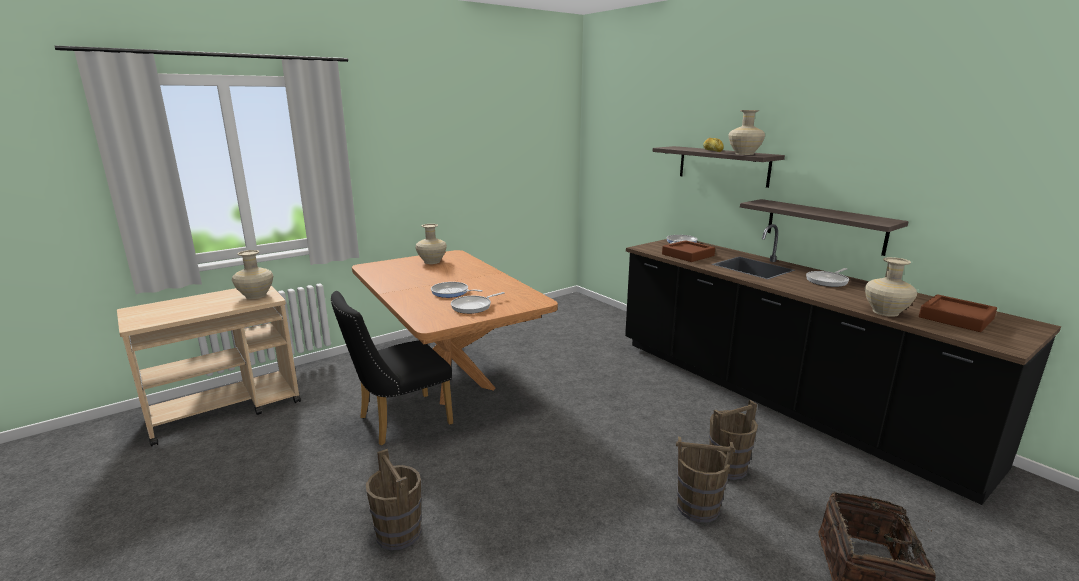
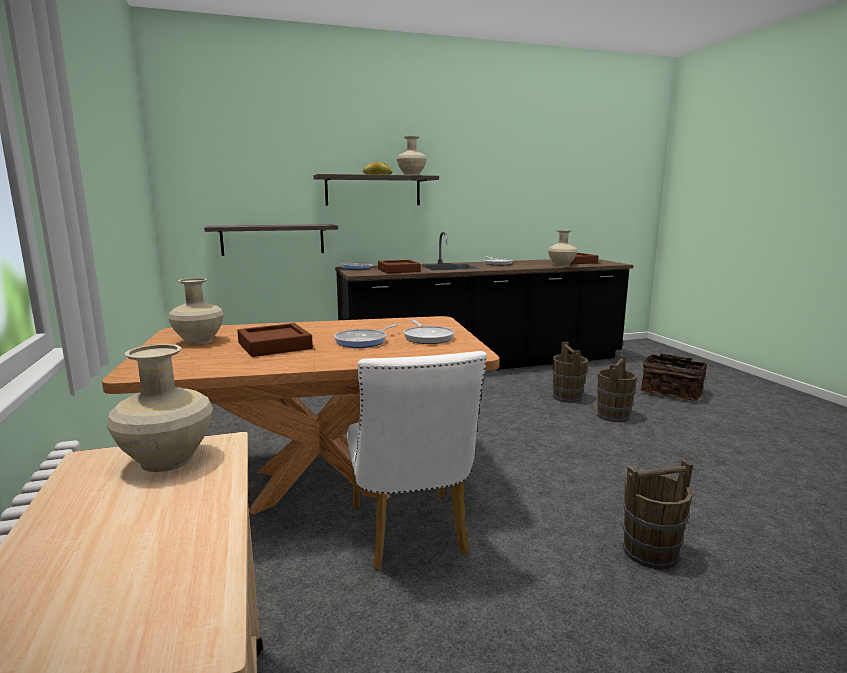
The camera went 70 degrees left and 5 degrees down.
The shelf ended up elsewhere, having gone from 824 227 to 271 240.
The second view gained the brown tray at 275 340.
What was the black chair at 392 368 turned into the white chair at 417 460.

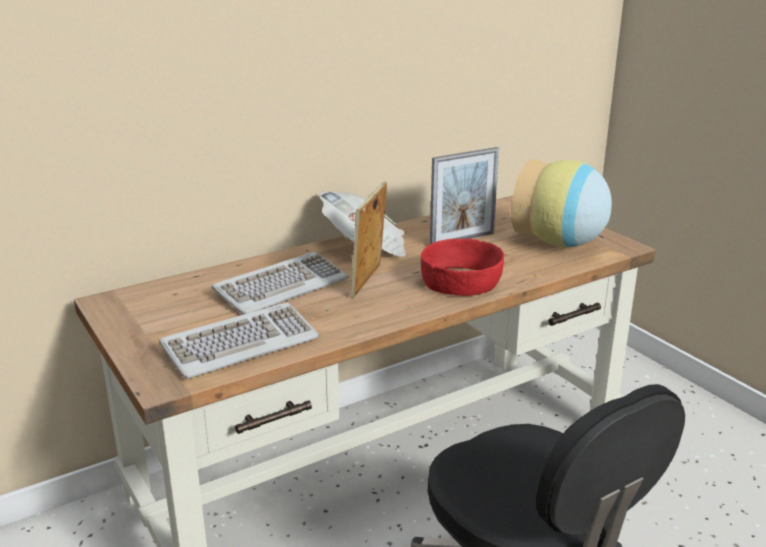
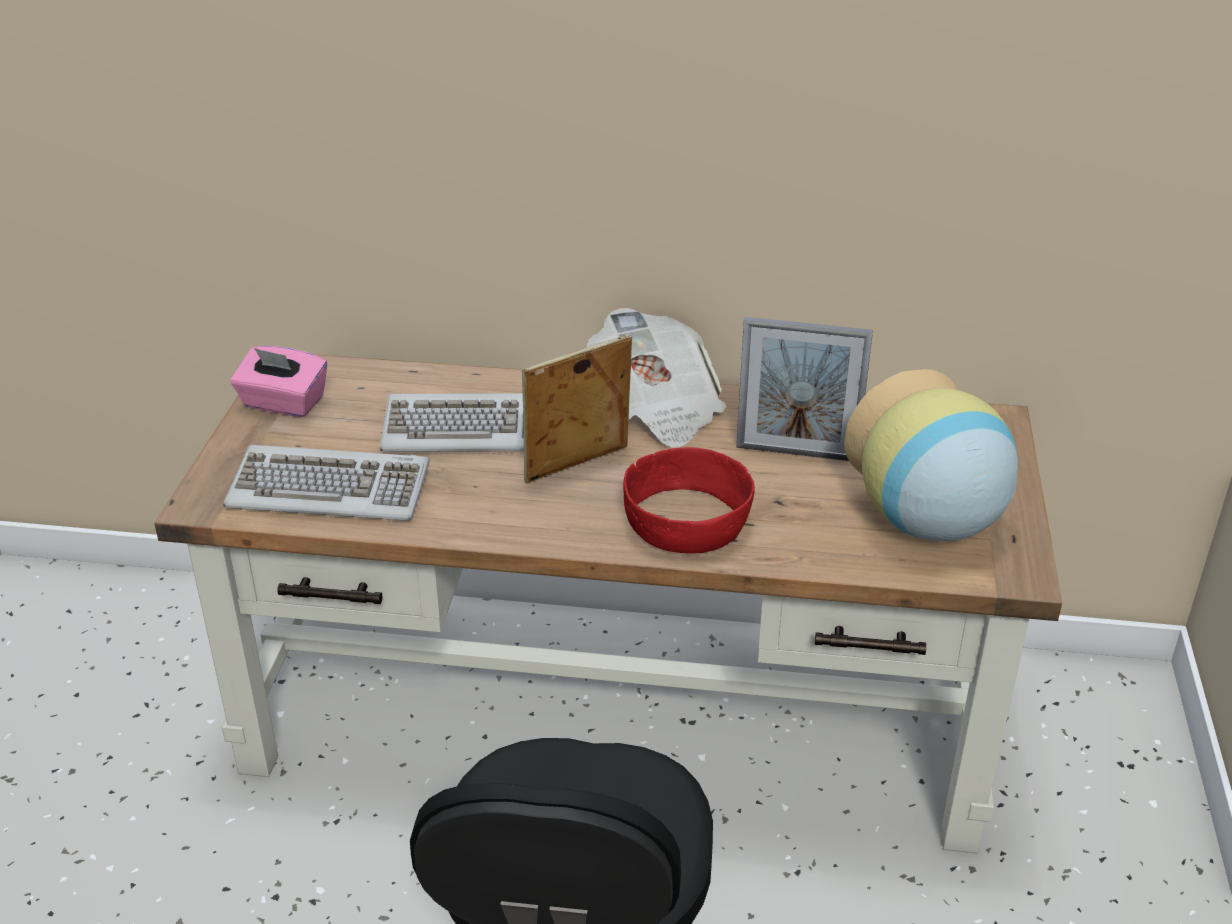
The camera went 40 degrees right and 10 degrees up.
The second view gained the pink tissue box at 278 381.

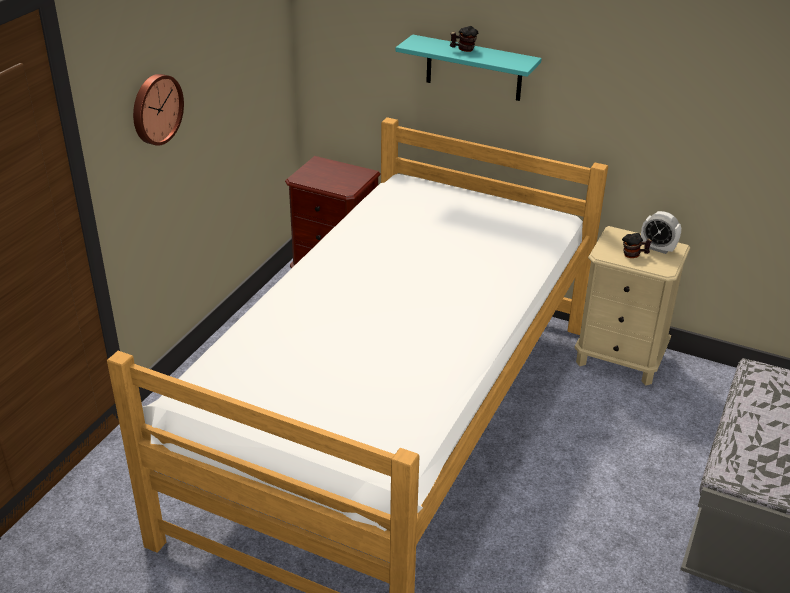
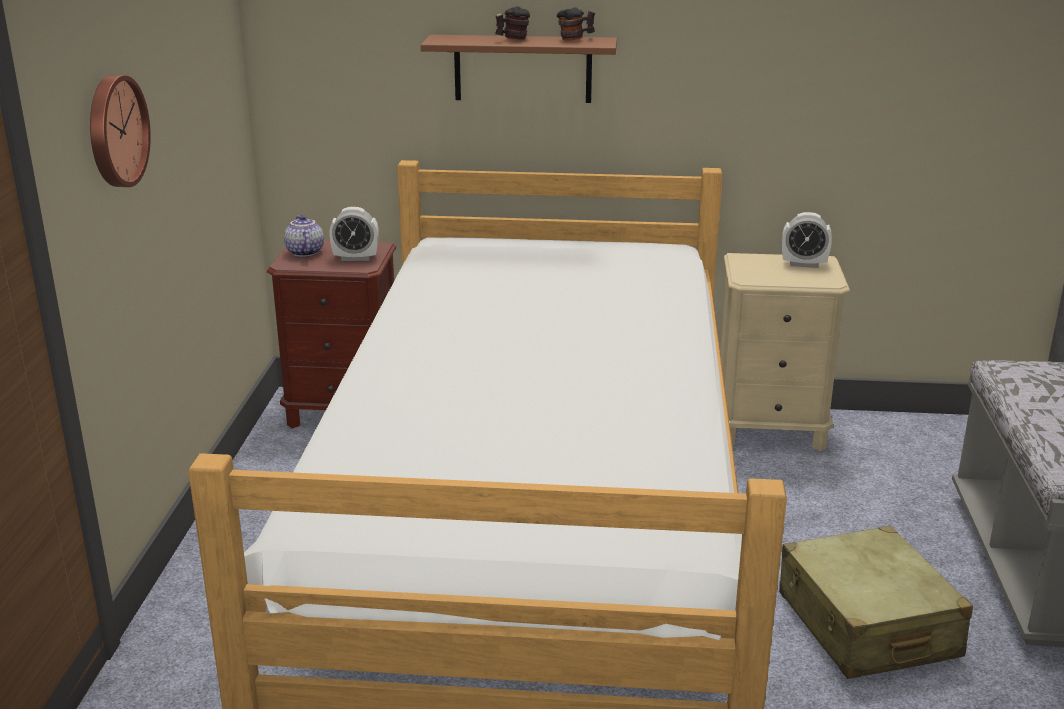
The camera went 20 degrees left and 10 degrees down.
The second view gained the teapot at 304 236.
The second view gained the alarm clock at 354 234.
What was the turquoise shelf at 469 68 turned into the brown shelf at 519 69.
The mug ended up elsewhere, having gone from 637 245 to 576 23.
The second view gained the beige suitcase at 876 602.

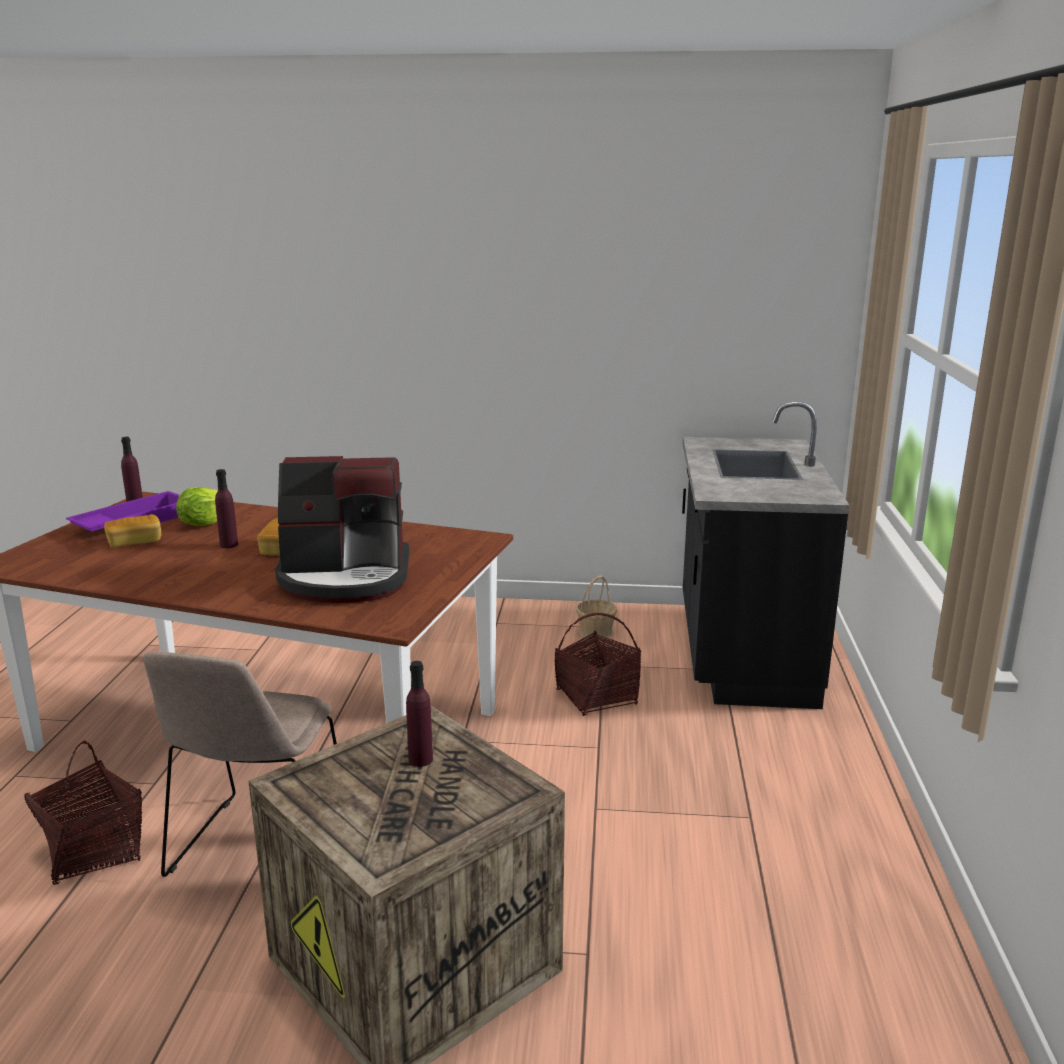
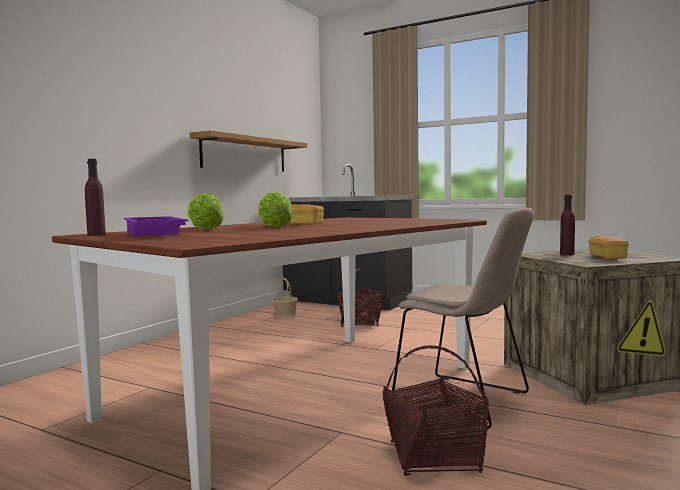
The camera went 65 degrees left and 15 degrees down.
The second view gained the shelf at 248 151.
Where the purple bottle stood at 226 508, the lettuce came to stand at 275 209.
The bread ended up elsewhere, having gone from 132 531 to 608 247.
The second view lost the coffee machine at 342 529.

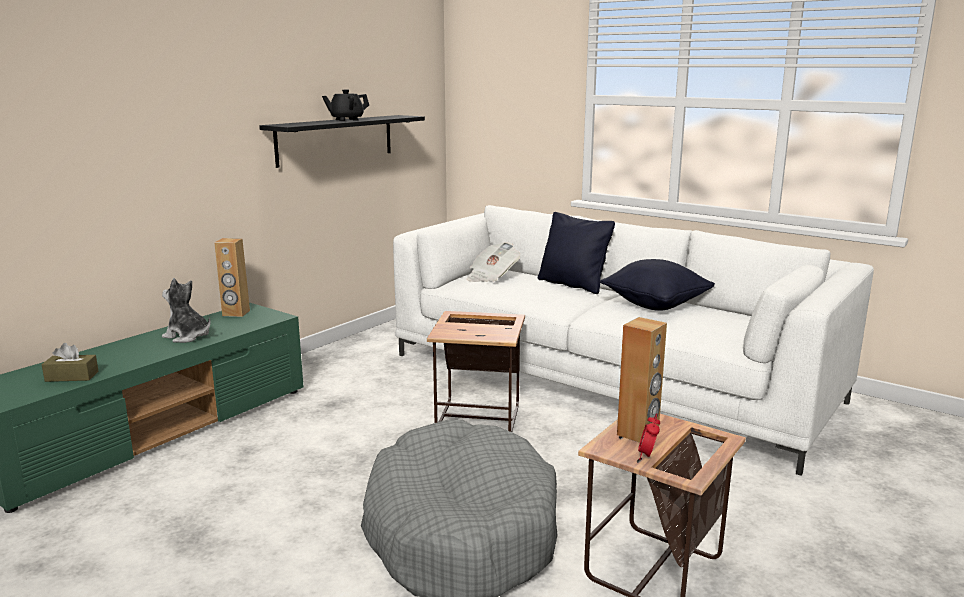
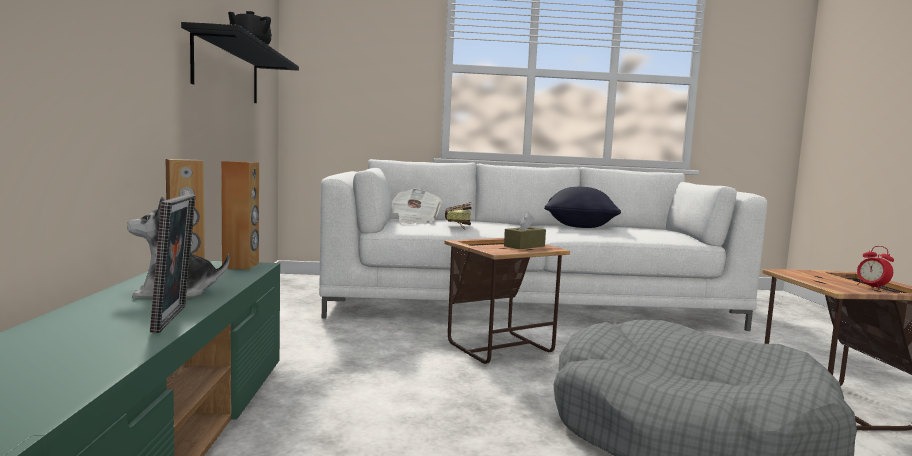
The camera went 40 degrees left and 10 degrees down.
The second view gained the picture frame at 172 263.
The brown speaker ended up elsewhere, having gone from 642 380 to 240 215.
The second view gained the book at 459 216.
The brown tissue box ended up elsewhere, having gone from 70 362 to 525 231.
The second view lost the black pillow at 576 253.

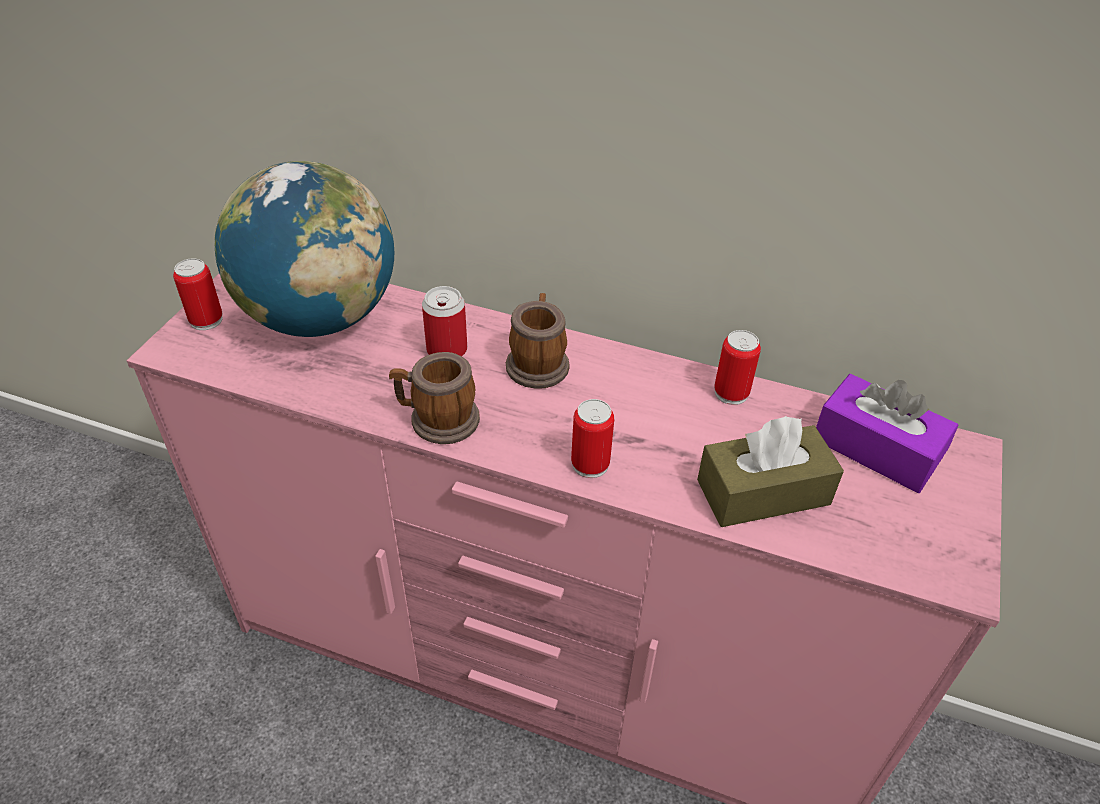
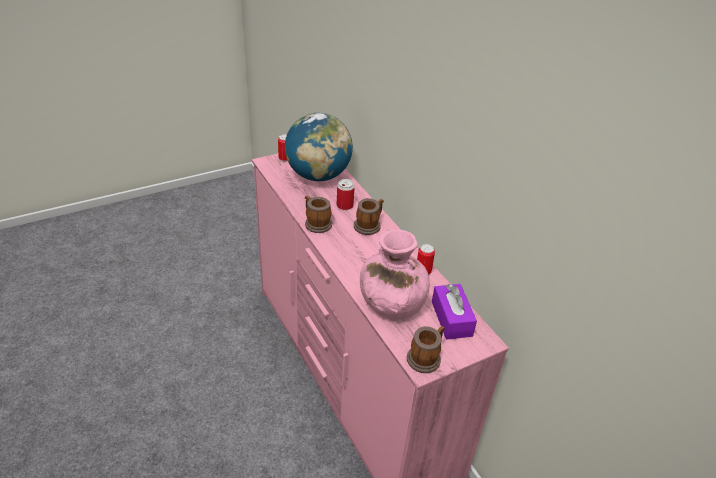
The camera went 40 degrees right and 5 degrees down.
Where the brown tissue box stood at 770 471, the pink vase came to stand at 395 274.
The second view gained the mug at 426 349.
The second view lost the can at 592 438.

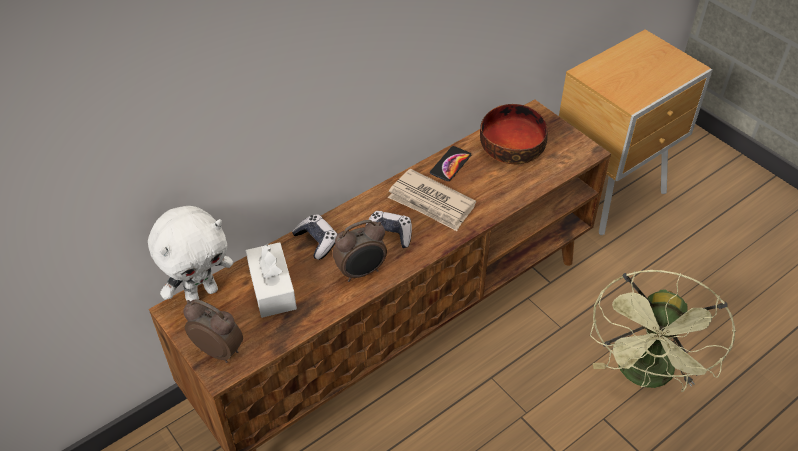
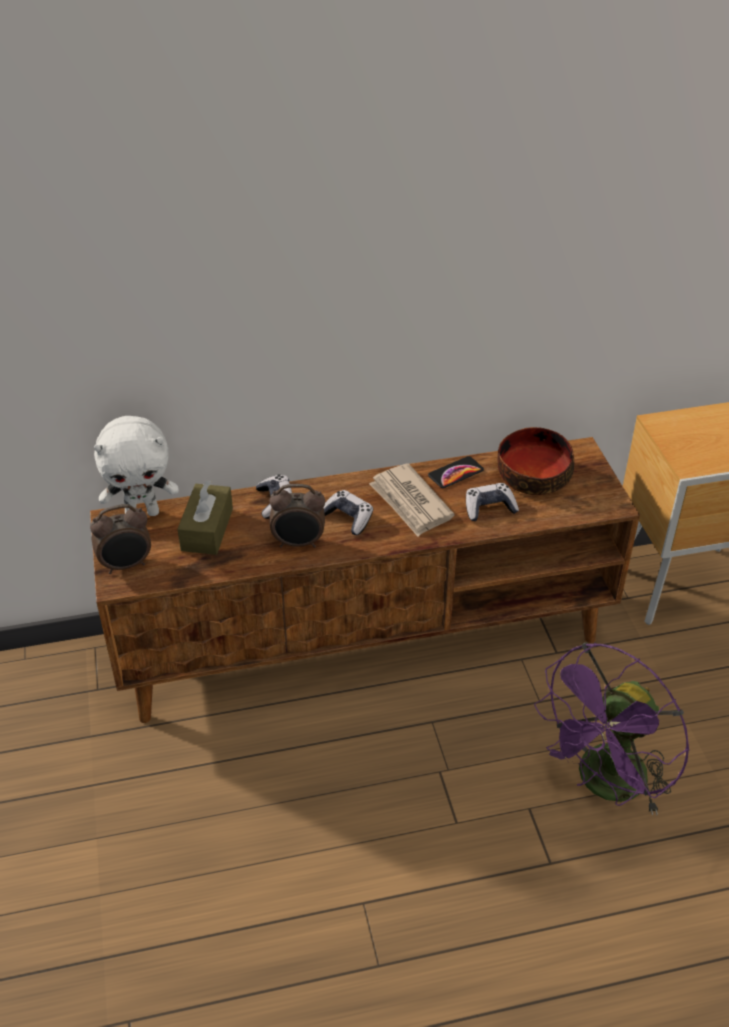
The camera went 25 degrees right and 5 degrees down.
The alarm clock at 213 331 ended up facing another way, 105 degrees clockwise from before.
What was the white tissue box at 271 280 turned into the brown tissue box at 205 517.
The second view gained the game controller at 492 502.
What was the green fan at 663 331 turned into the purple fan at 611 729.

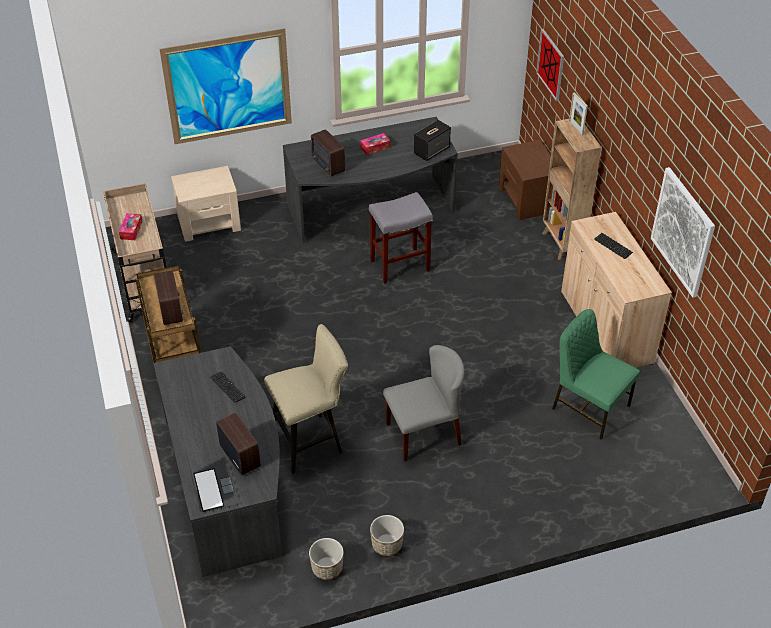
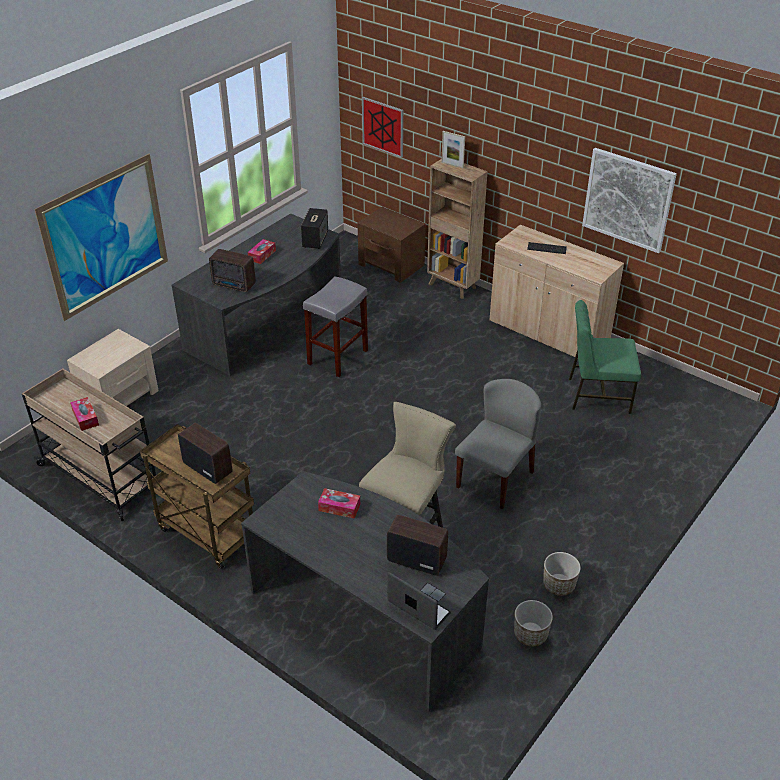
The camera went 35 degrees left and 5 degrees down.
Where the keyboard stood at 228 387, the tissue box came to stand at 339 503.

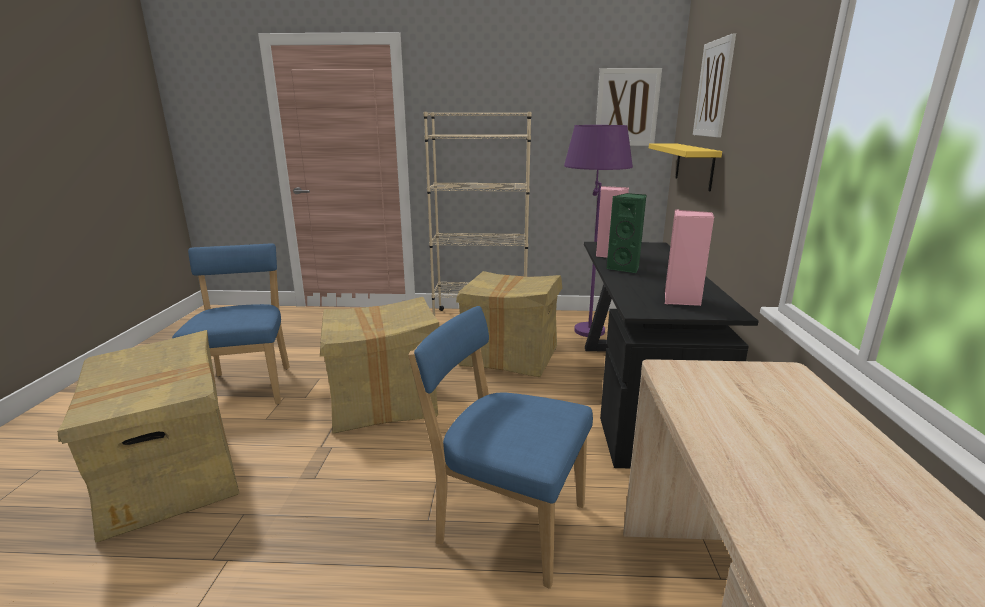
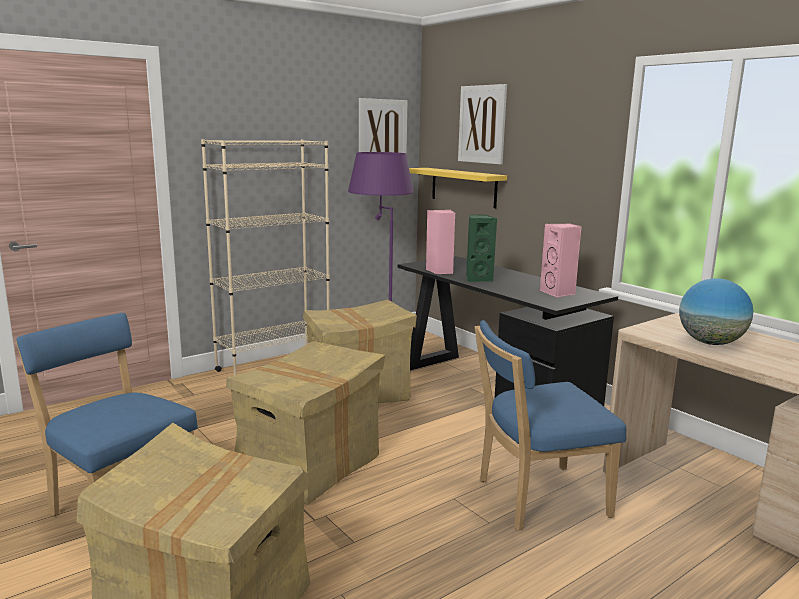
The camera went 40 degrees left and 5 degrees down.
The second view gained the globe at 716 311.

